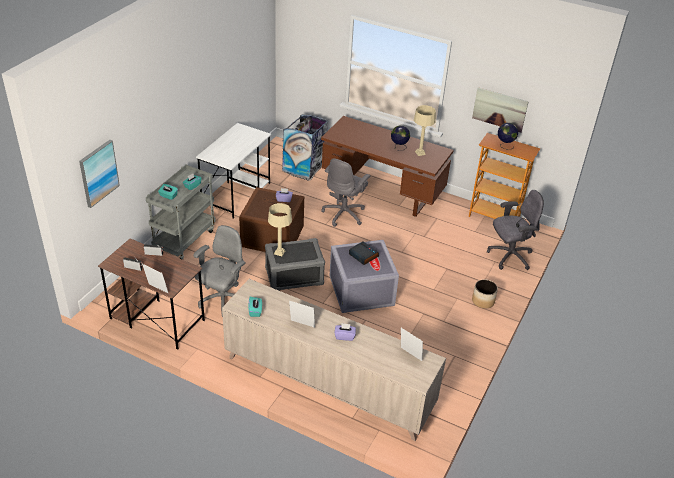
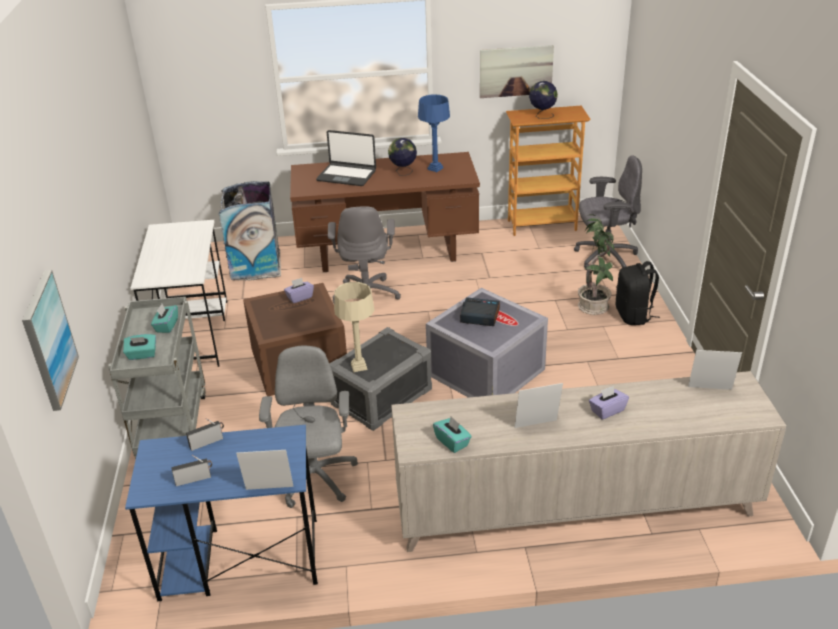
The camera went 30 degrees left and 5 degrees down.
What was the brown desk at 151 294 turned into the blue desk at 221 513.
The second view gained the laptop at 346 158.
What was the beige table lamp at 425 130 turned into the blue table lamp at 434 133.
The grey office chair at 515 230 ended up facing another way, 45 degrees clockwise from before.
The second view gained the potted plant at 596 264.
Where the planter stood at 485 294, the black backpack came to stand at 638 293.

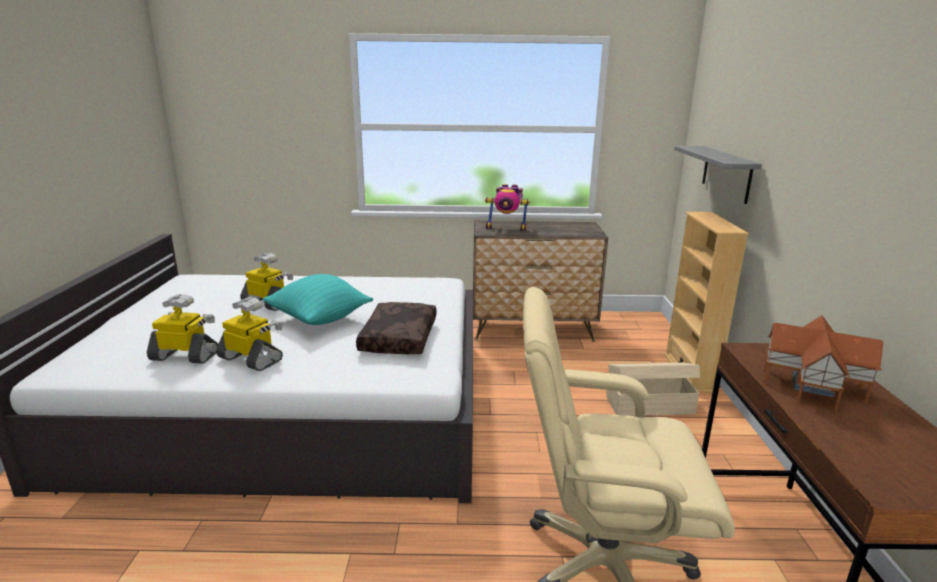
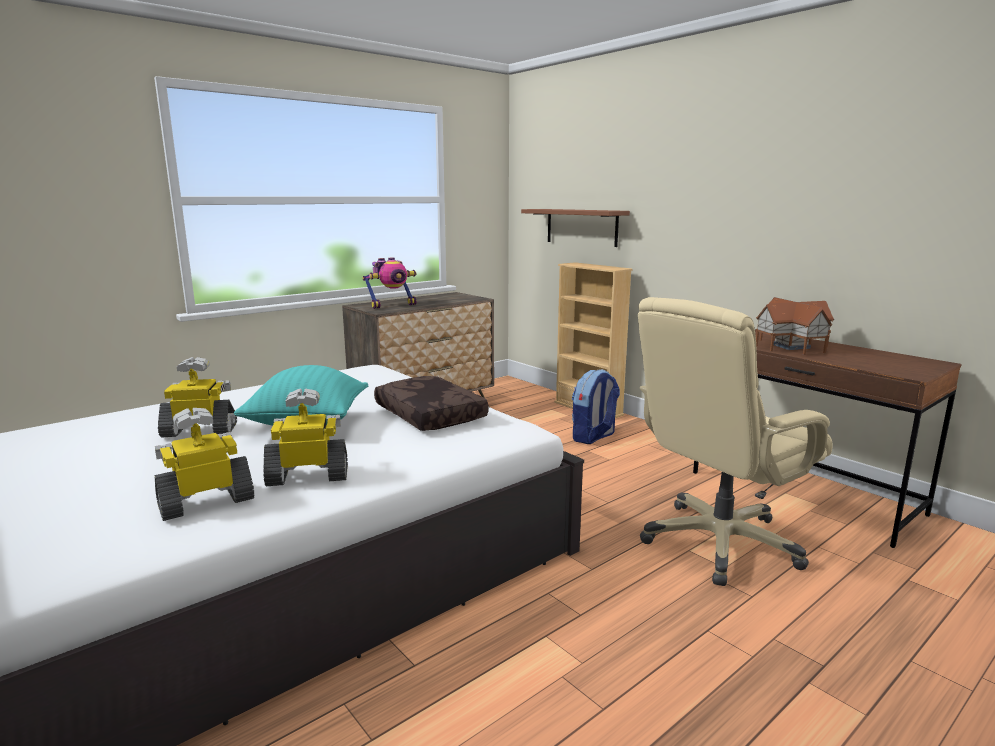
The camera went 40 degrees left and 5 degrees down.
What was the grey shelf at 718 175 turned into the brown shelf at 575 228.
Where the beige storage box stood at 653 389, the backpack came to stand at 596 406.

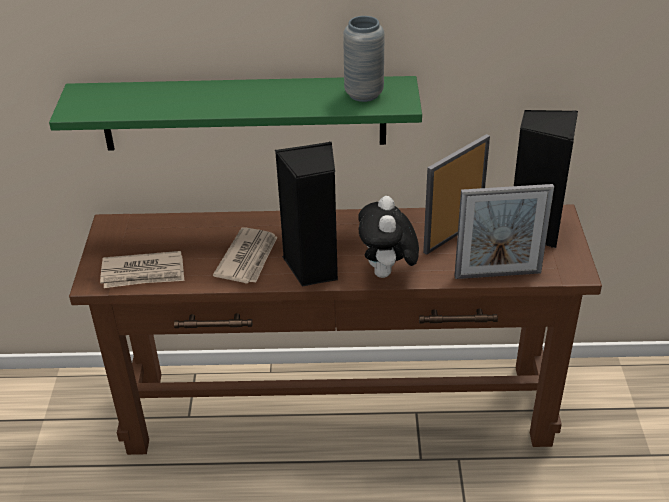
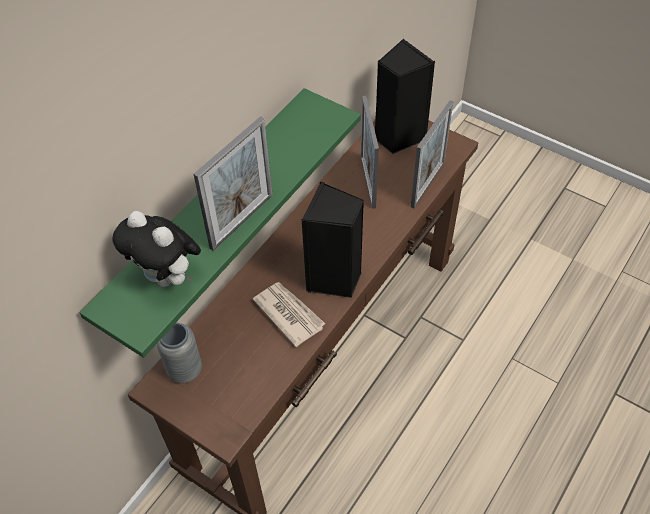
The camera went 55 degrees left and 15 degrees up.
The plush toy ended up elsewhere, having gone from 388 237 to 156 249.
The grey vase ended up elsewhere, having gone from 364 59 to 179 352.
The second view gained the picture frame at 233 183.
The second view lost the newspaper at 142 269.

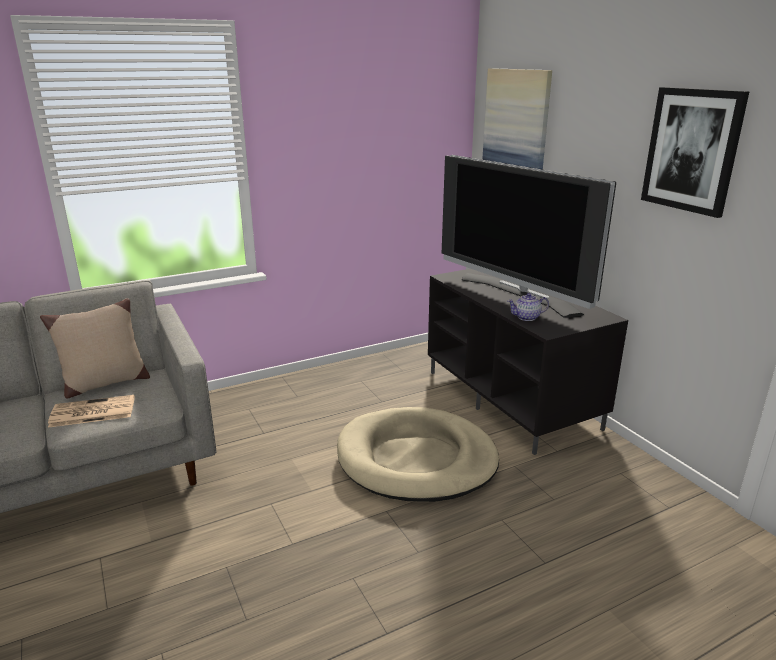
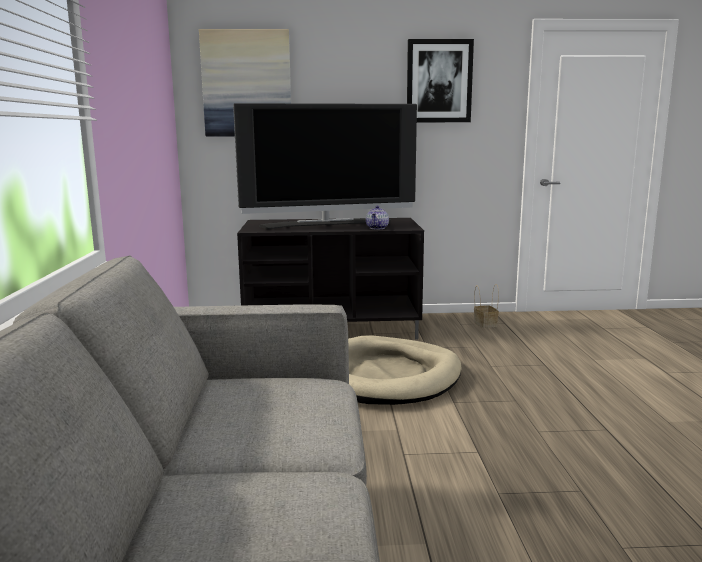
The camera went 65 degrees left and 10 degrees down.
The second view gained the basket at 486 306.
The second view lost the beige pillow at 95 348.
The second view lost the newspaper at 91 411.

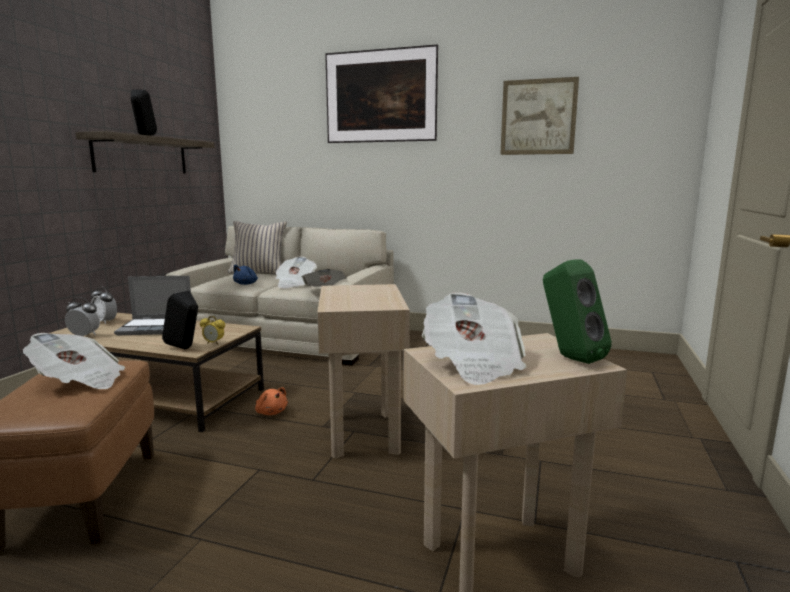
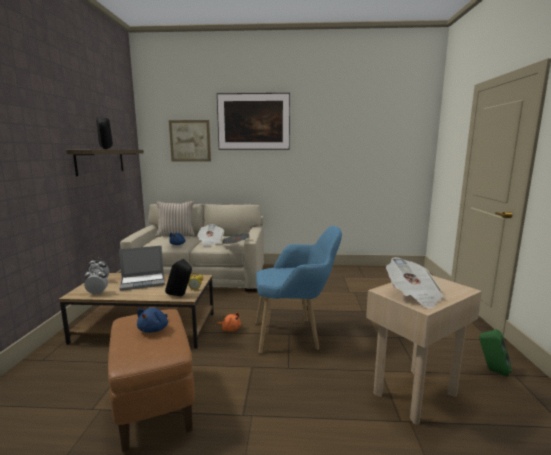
The camera went 15 degrees left and 0 degrees up.
Where the newspaper stood at 74 361, the blue plush toy came to stand at 152 320.
The picture ended up elsewhere, having gone from 539 116 to 190 141.
Where the beige side table stood at 363 371, the blue armchair came to stand at 299 290.
The green speaker ended up elsewhere, having gone from 577 312 to 495 353.

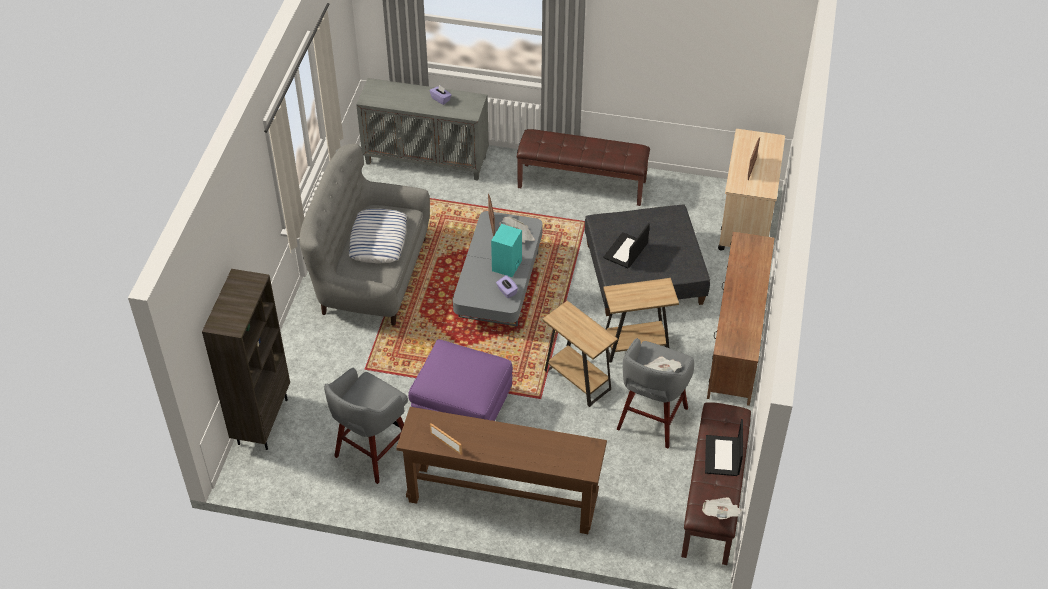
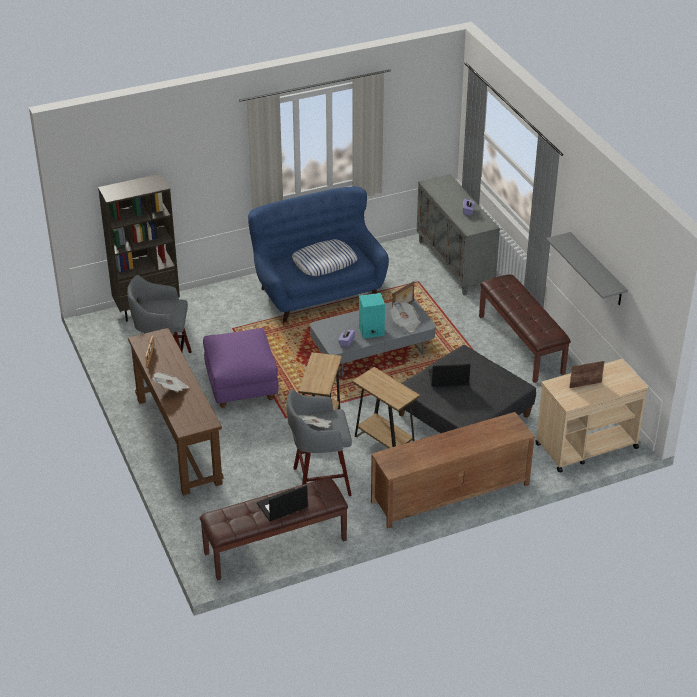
The camera went 55 degrees right and 10 degrees down.
The newspaper ended up elsewhere, having gone from 722 508 to 171 382.
What was the grey sofa at 364 235 turned into the blue sofa at 318 254.
The second view gained the grey shelf at 587 268.

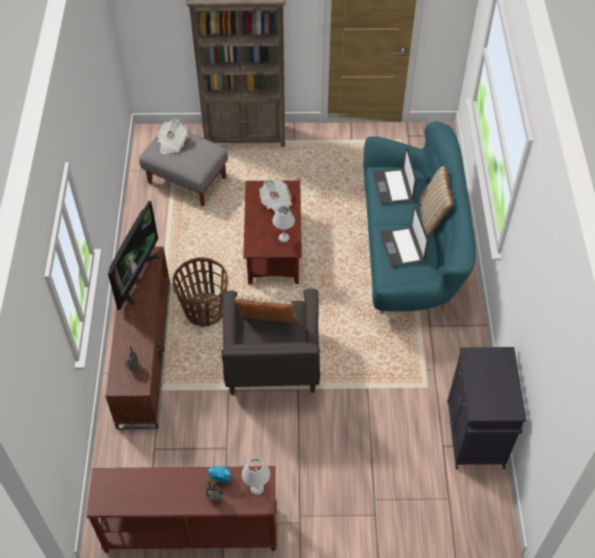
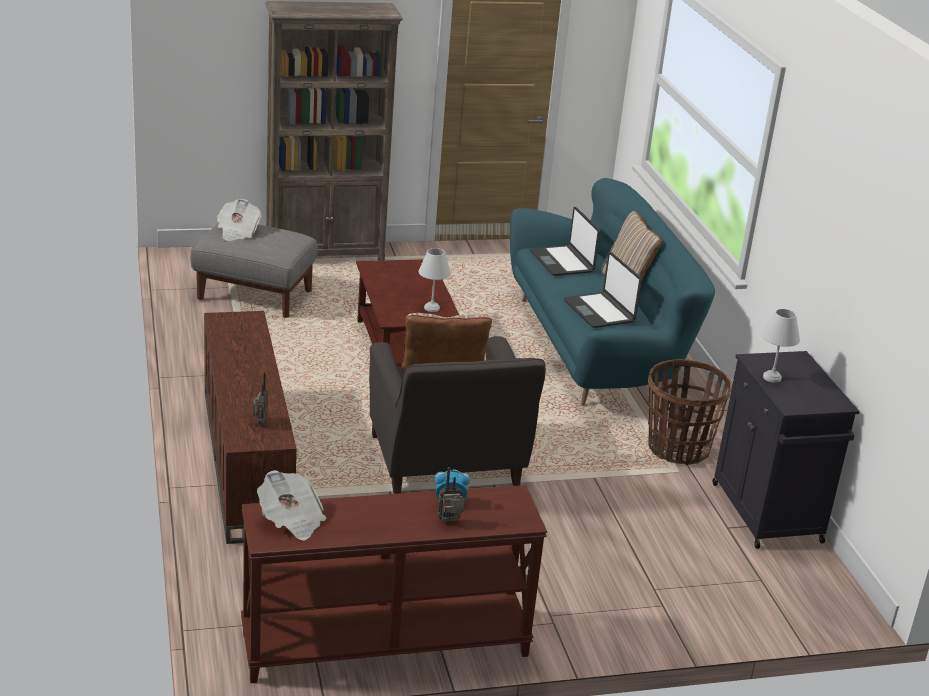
The camera went 15 degrees left and 25 degrees down.
The newspaper ended up elsewhere, having gone from 275 196 to 291 505.
The basket ended up elsewhere, having gone from 200 292 to 690 412.
The white table lamp ended up elsewhere, having gone from 256 476 to 781 346.
The second view lost the television at 133 255.

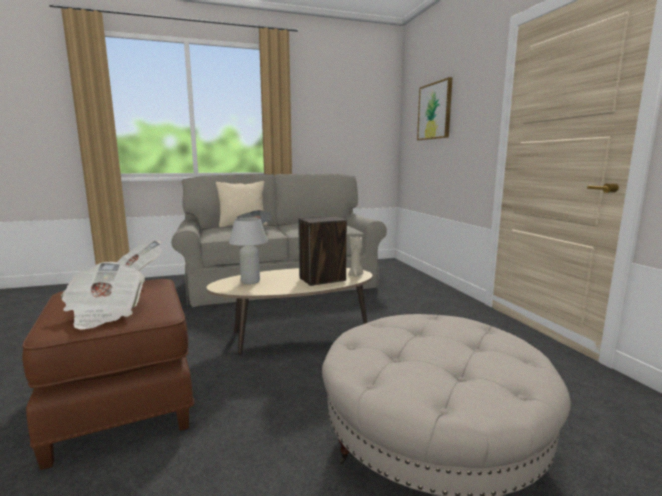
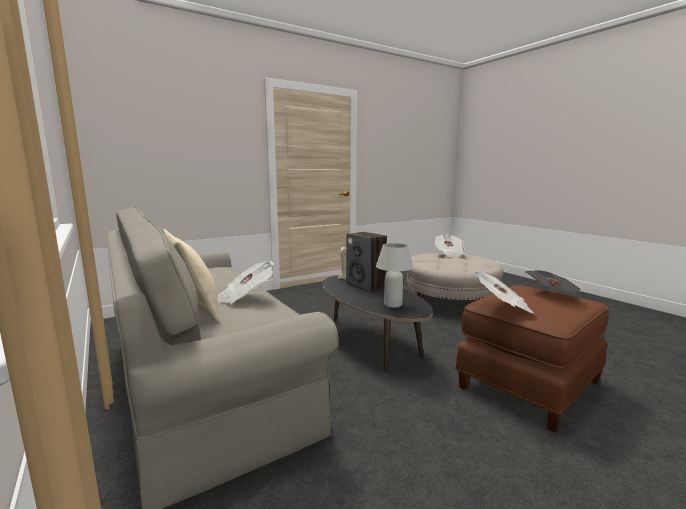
The camera went 105 degrees left and 0 degrees up.
What was the beige coffee table at 289 311 turned into the black coffee table at 378 324.
The second view gained the newspaper at 449 245.
The second view lost the picture at 435 109.

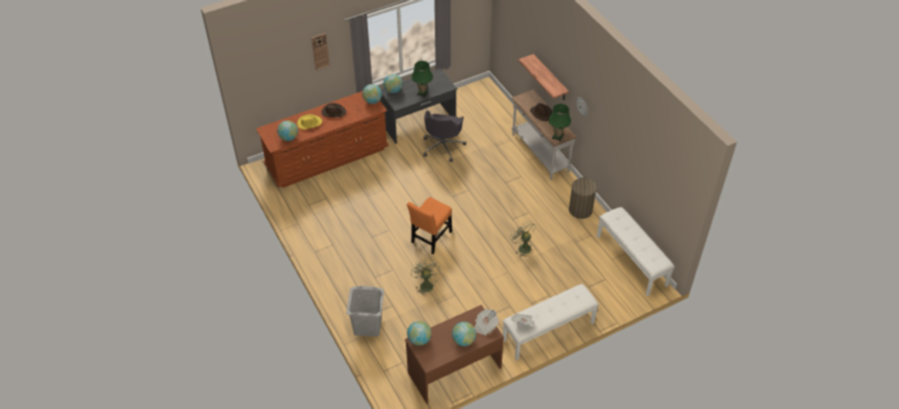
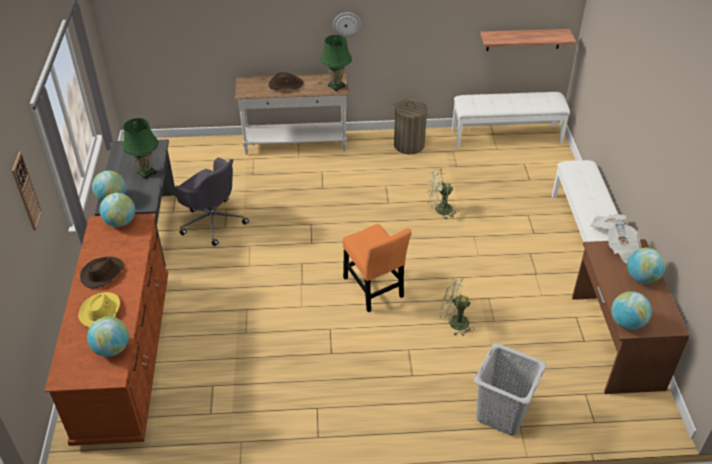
The camera went 65 degrees left and 5 degrees down.
The shelf ended up elsewhere, having gone from 543 77 to 528 40.

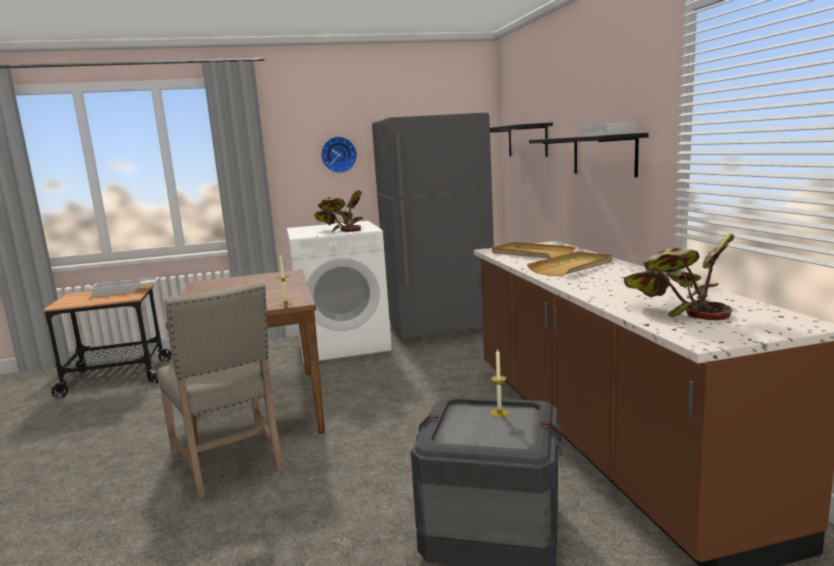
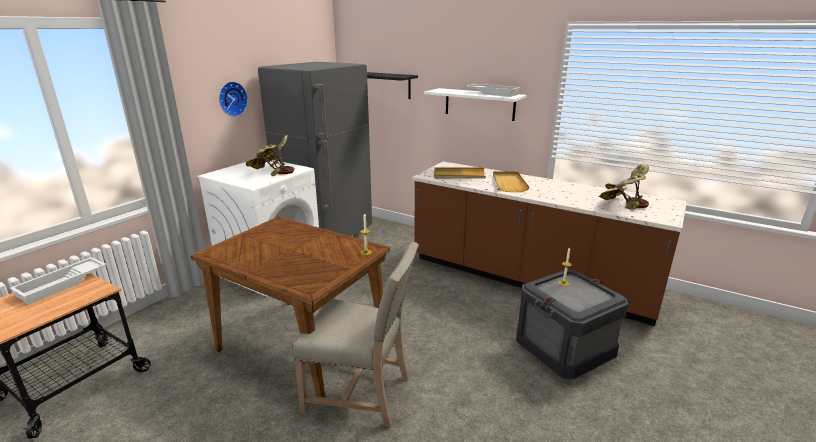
The camera went 45 degrees left and 10 degrees up.
What was the black shelf at 589 155 turned into the white shelf at 475 104.

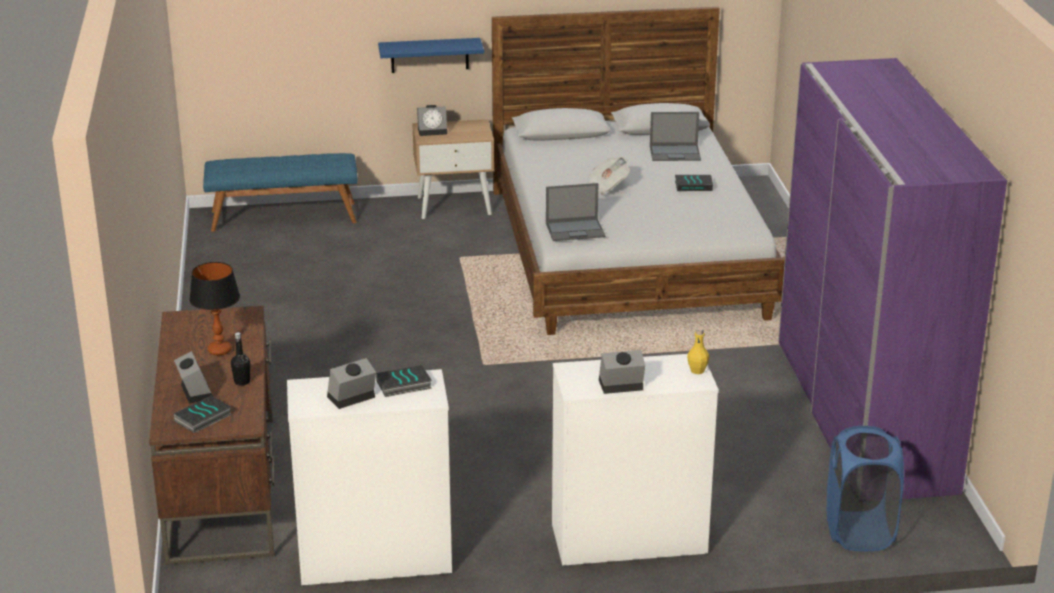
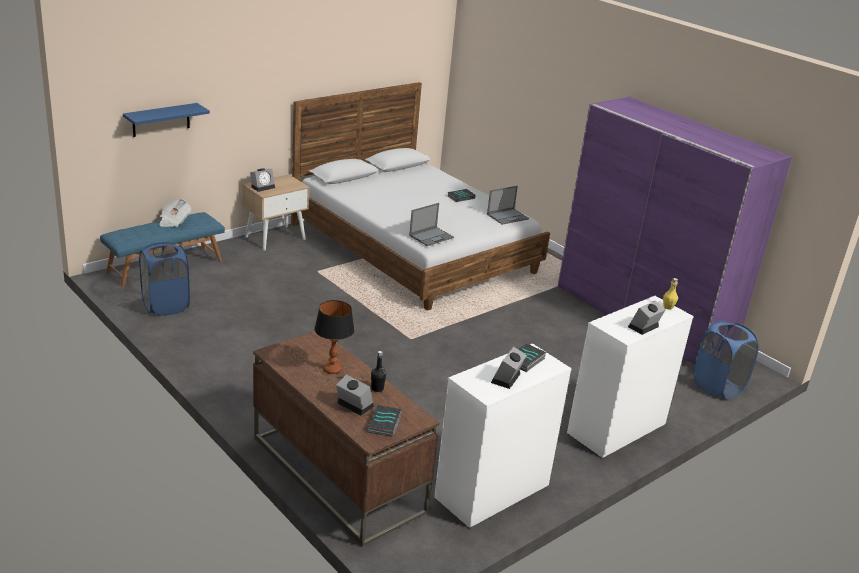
The camera went 35 degrees left and 0 degrees up.
The blue shelf ended up elsewhere, having gone from 431 55 to 166 120.
The second view gained the blue laundry basket at 164 279.
The newspaper ended up elsewhere, having gone from 608 176 to 175 213.
The laptop ended up elsewhere, having gone from 675 136 to 508 205.

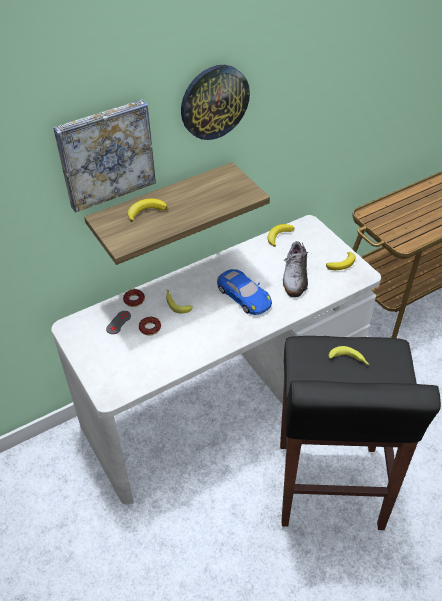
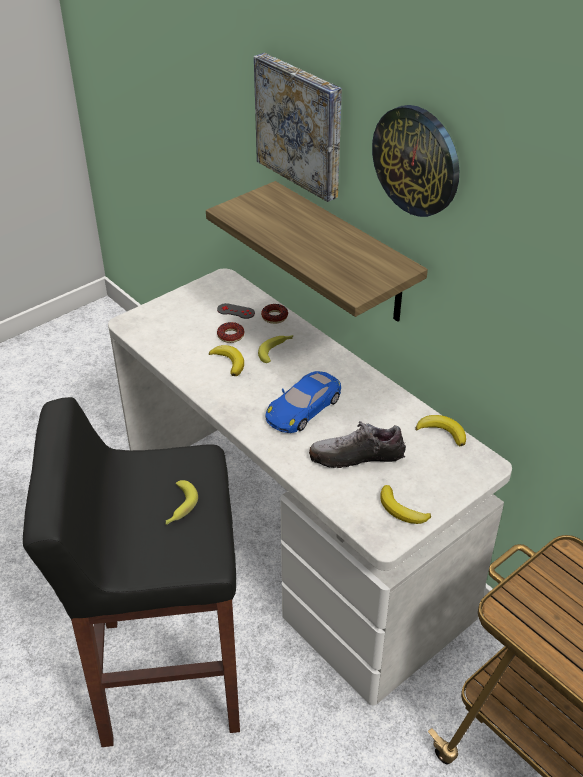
The camera went 80 degrees right and 5 degrees down.
The banana ended up elsewhere, having gone from 147 210 to 226 360.

